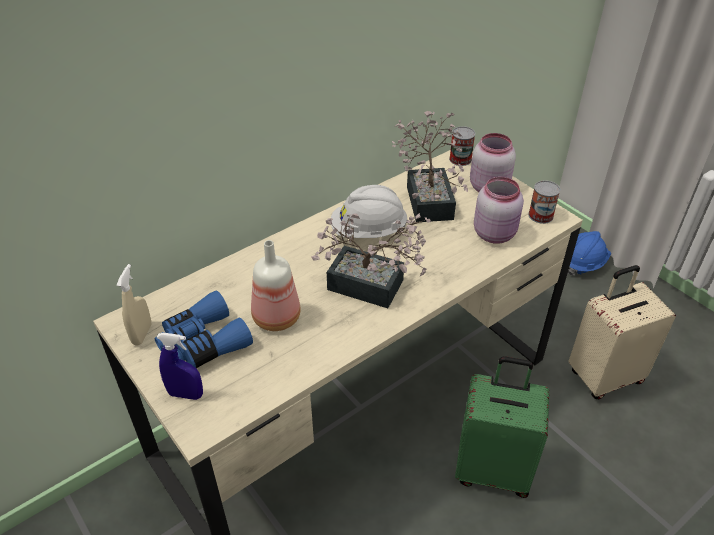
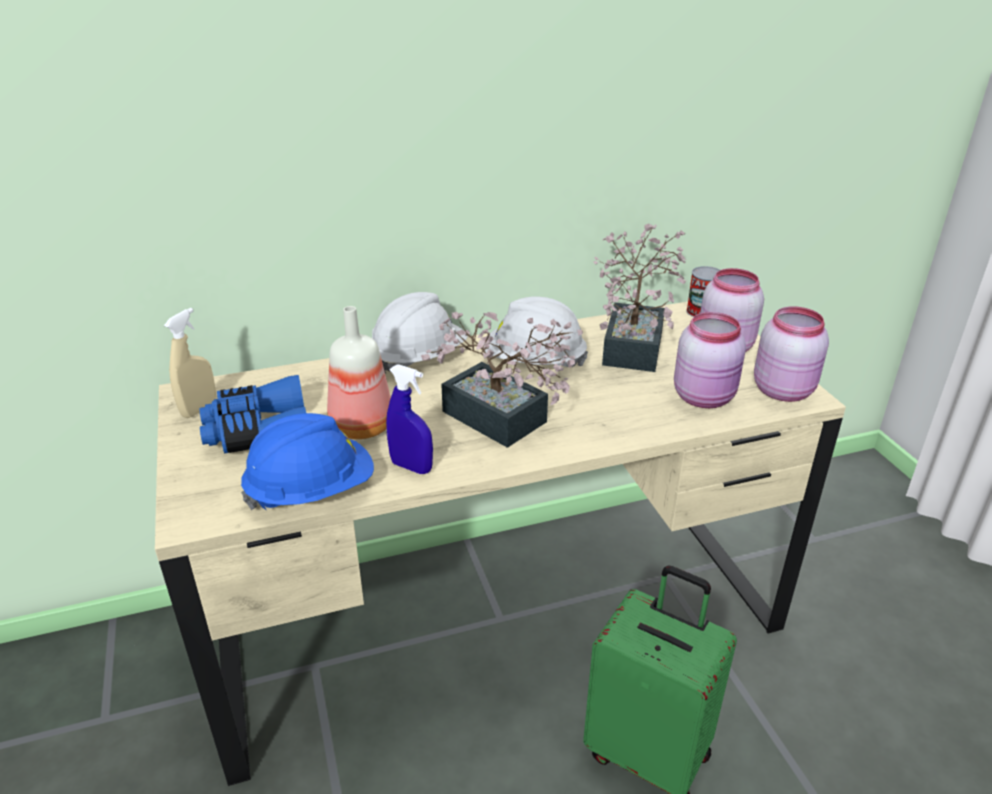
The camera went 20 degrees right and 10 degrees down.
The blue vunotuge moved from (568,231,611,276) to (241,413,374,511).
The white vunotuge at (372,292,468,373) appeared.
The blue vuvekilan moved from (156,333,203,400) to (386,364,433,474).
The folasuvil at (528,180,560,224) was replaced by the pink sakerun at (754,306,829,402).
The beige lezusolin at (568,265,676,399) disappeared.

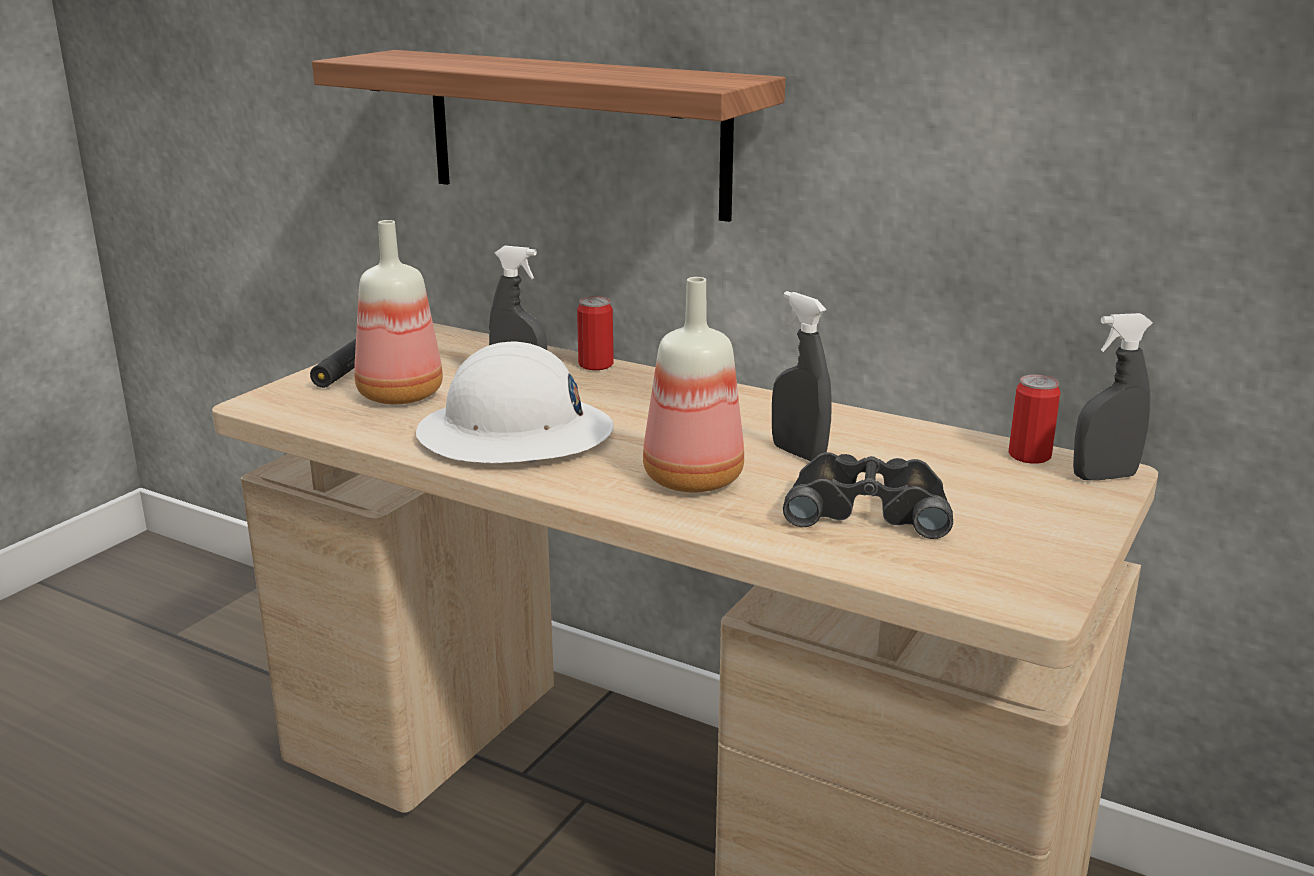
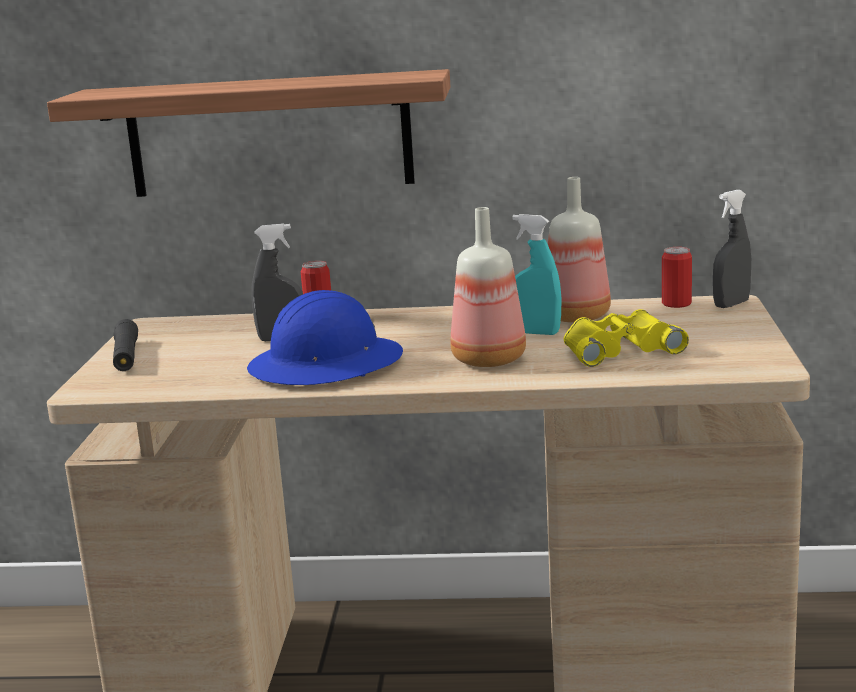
The camera went 25 degrees left and 5 degrees down.
The white vunotuge at (416,342,614,463) became the blue vunotuge at (247,290,403,385).
The grey vuvekilan at (772,291,832,461) became the turquoise vuvekilan at (512,214,561,335).
The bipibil moved from (354,220,443,404) to (548,177,611,323).
The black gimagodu at (783,452,953,539) became the yellow gimagodu at (564,309,689,367).

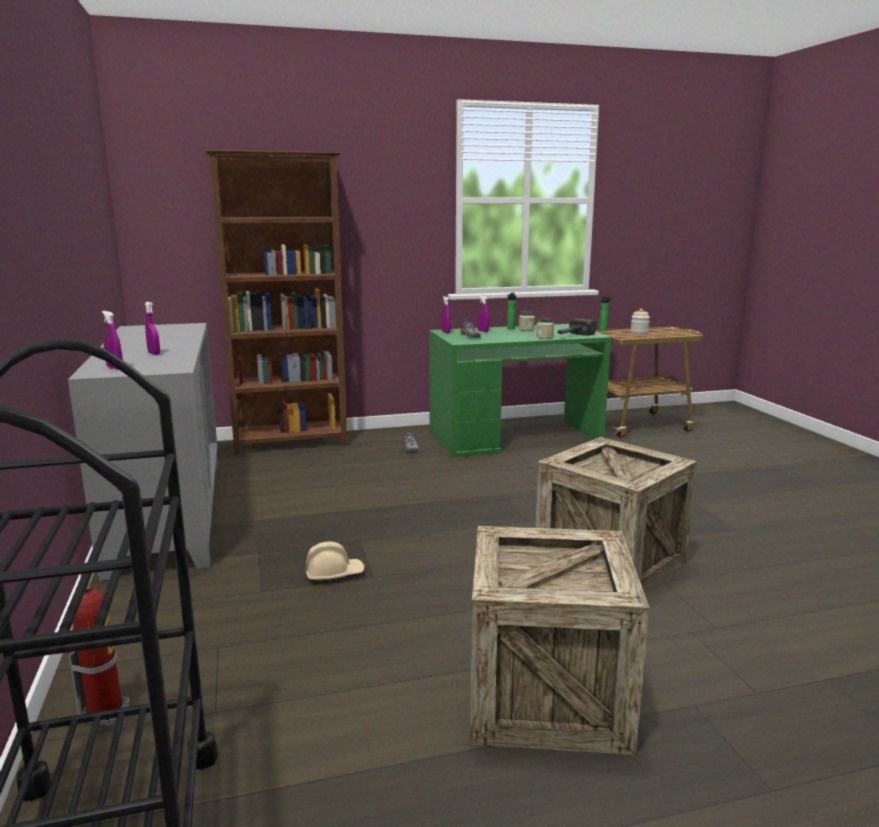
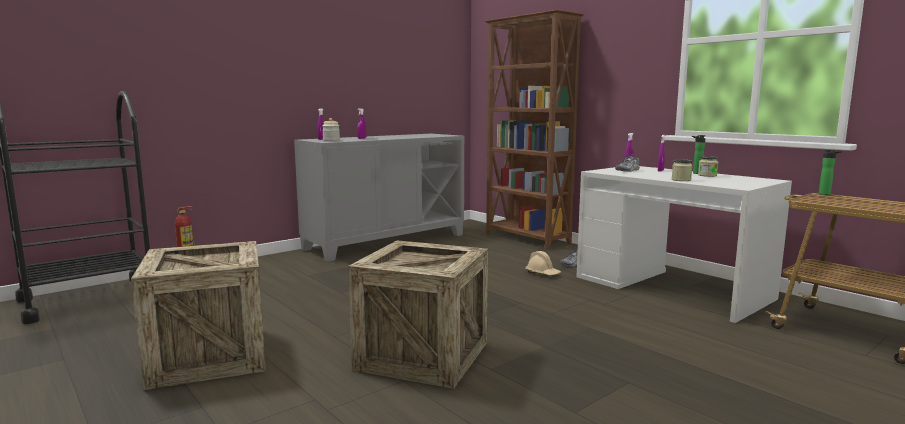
The camera went 65 degrees right and 5 degrees down.
The sakerun moved from (630,309,650,334) to (322,118,340,142).
The beige vunotuge moved from (306,542,364,583) to (525,251,561,275).
The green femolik at (429,324,611,458) became the white femolik at (576,166,792,323).
The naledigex at (557,318,596,336) disappeared.

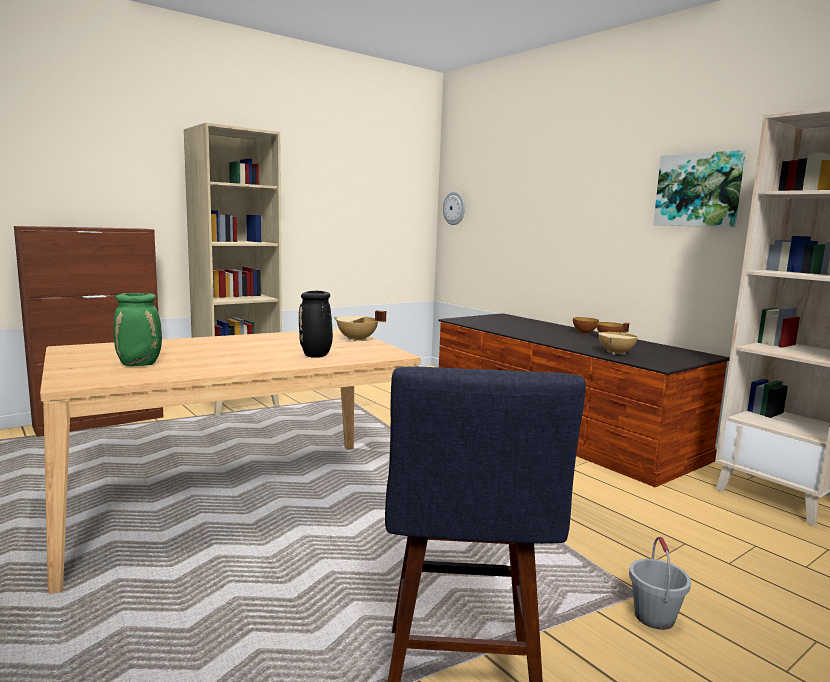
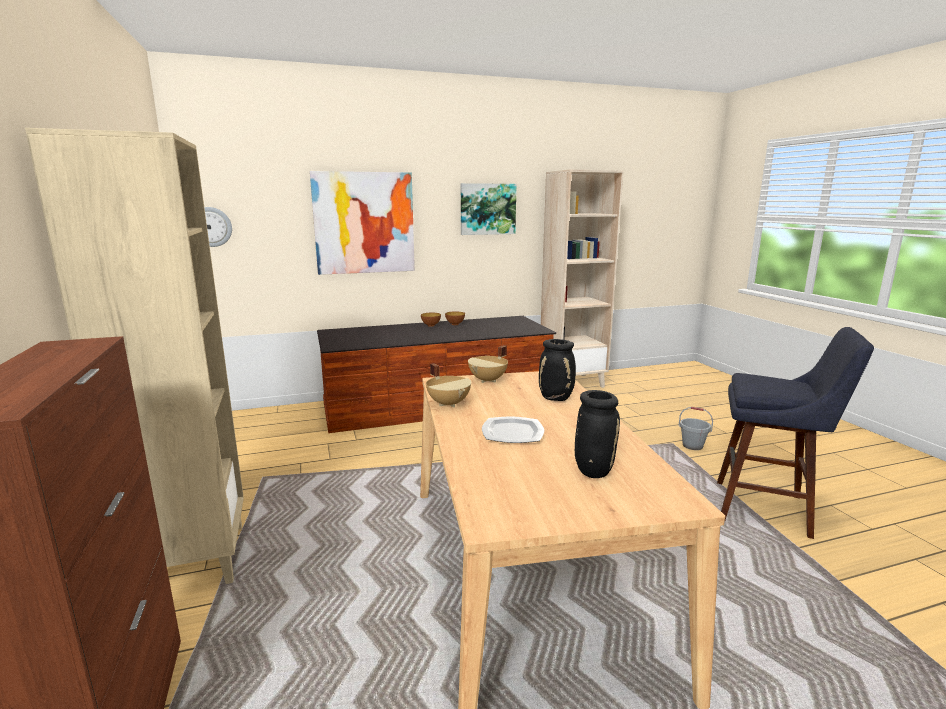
The camera went 70 degrees left and 5 degrees up.
The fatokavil at (310,171,415,275) appeared.
The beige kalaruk moved from (598,323,638,355) to (426,363,471,407).
The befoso at (482,417,544,443) appeared.
The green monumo at (114,293,162,366) became the black monumo at (575,390,620,478).

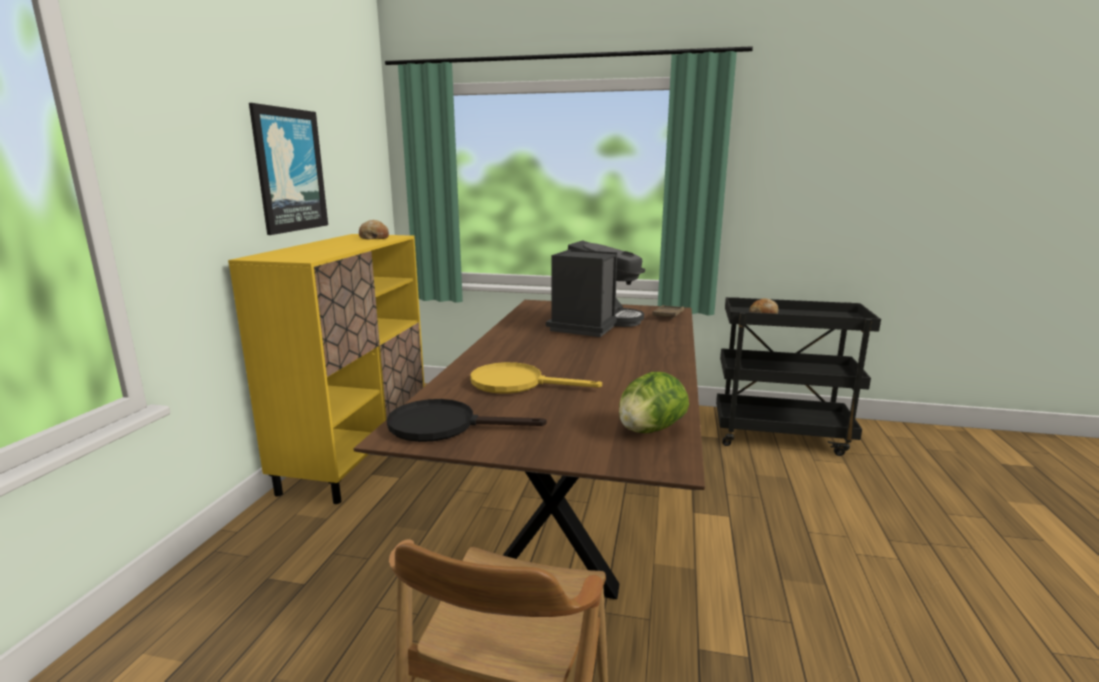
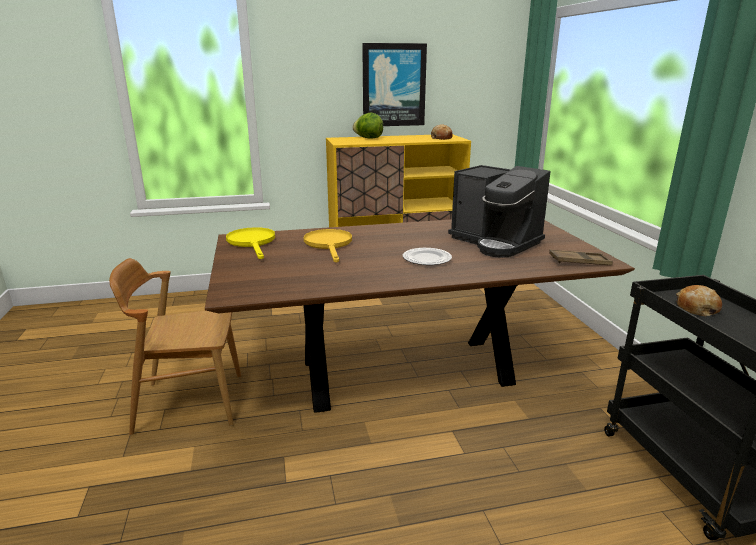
The camera went 65 degrees right and 5 degrees up.
The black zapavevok at (387,399,546,442) became the yellow zapavevok at (226,227,275,259).
The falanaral moved from (619,372,689,433) to (353,113,383,139).
The befoso at (403,248,452,265) appeared.
The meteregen at (546,240,645,337) turned 45 degrees clockwise.

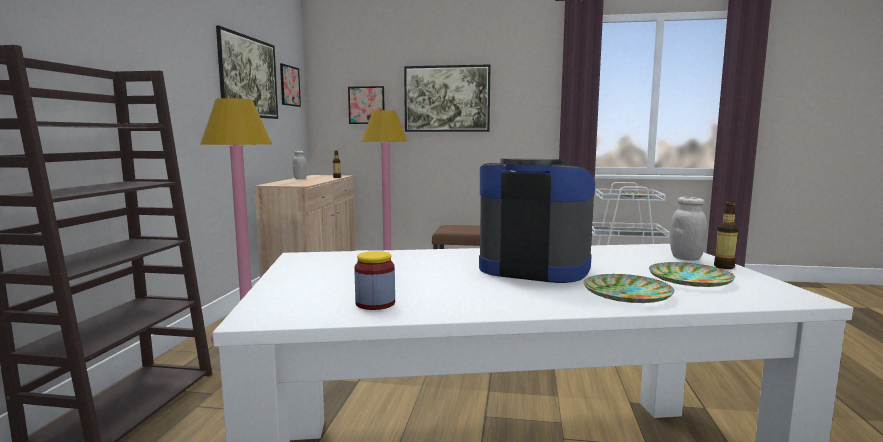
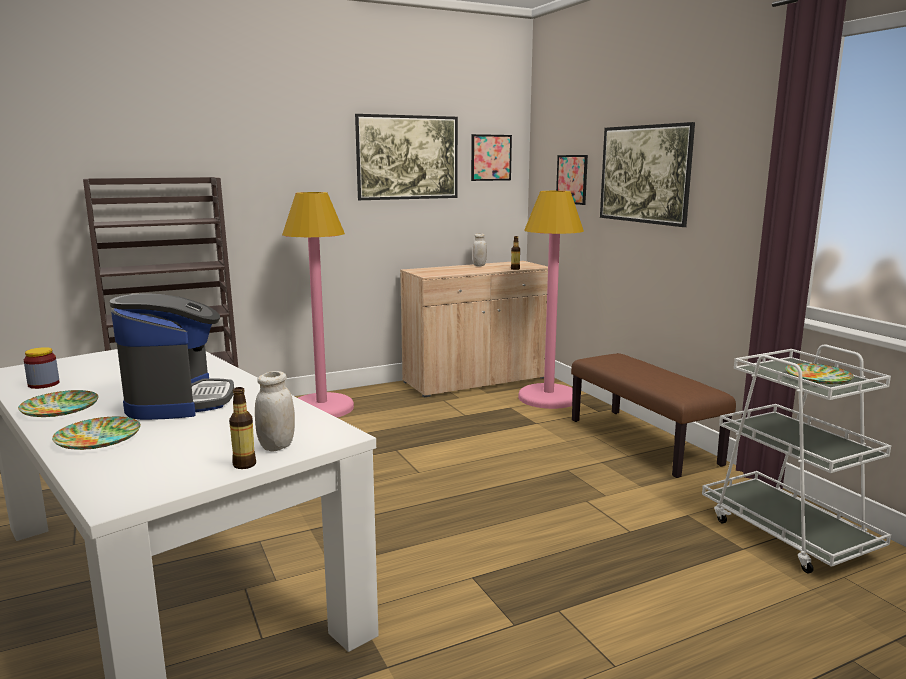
The camera went 55 degrees right and 5 degrees up.
The befoso moved from (649,262,735,287) to (18,390,99,417).

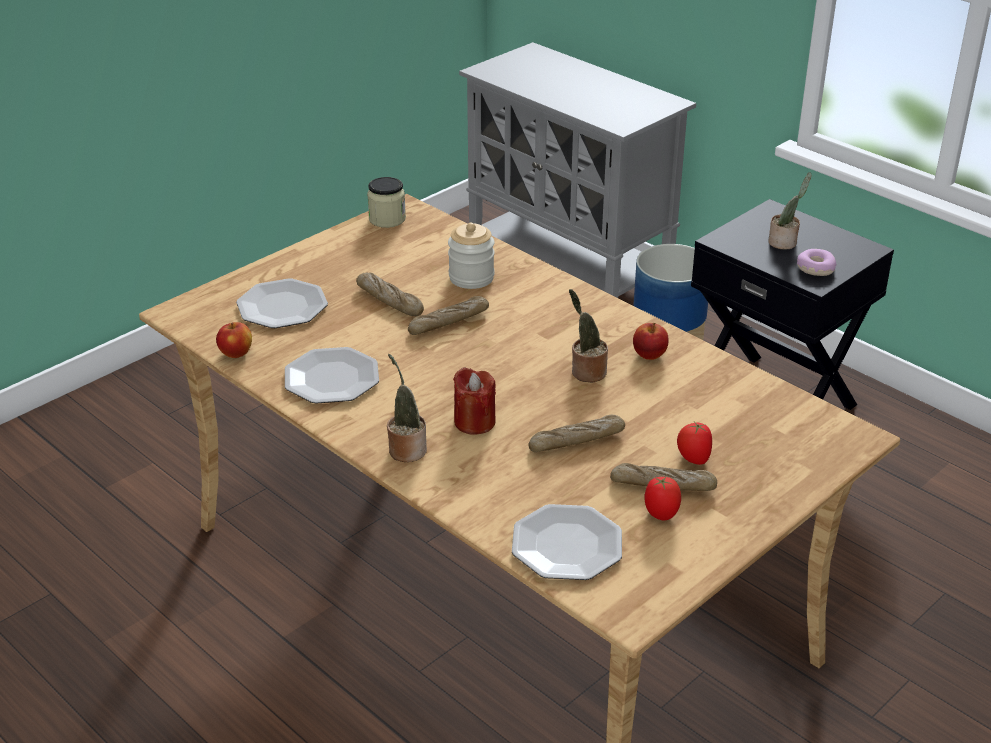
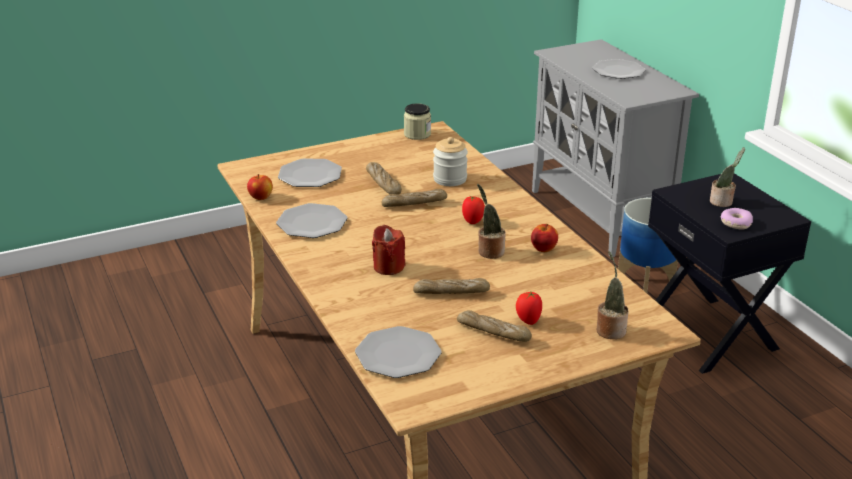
The camera went 20 degrees right and 5 degrees down.
The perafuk moved from (644,477,681,520) to (462,196,485,224).
The befoso at (592,59,646,79) appeared.
The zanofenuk moved from (387,354,427,462) to (596,251,629,339).

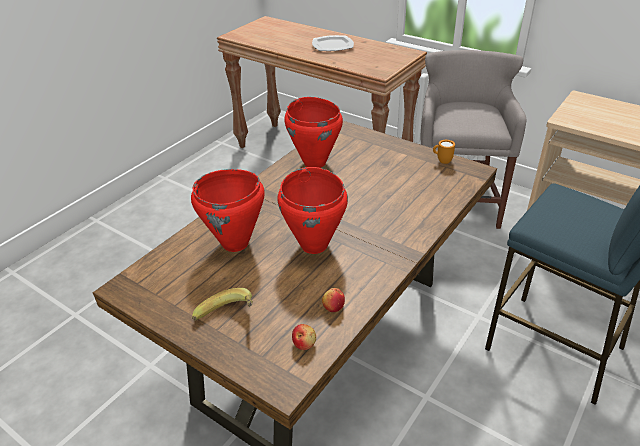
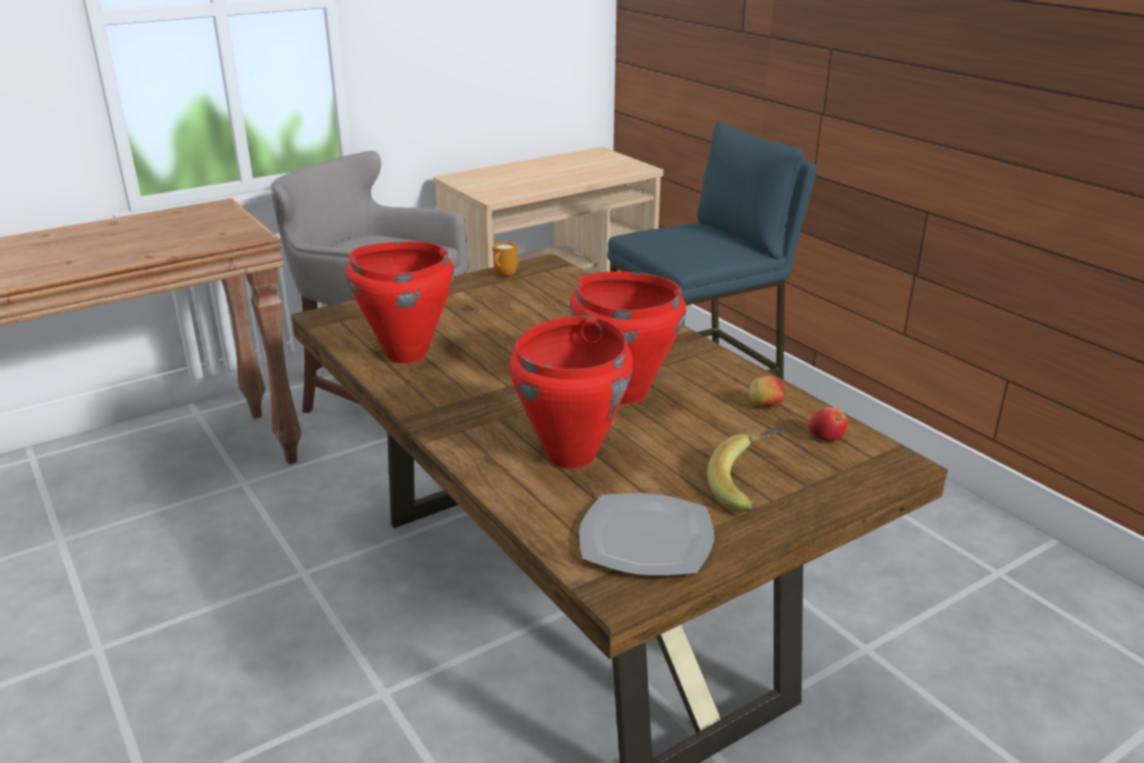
The camera went 70 degrees left and 10 degrees down.
The befoso moved from (312,35,354,51) to (579,493,714,576).

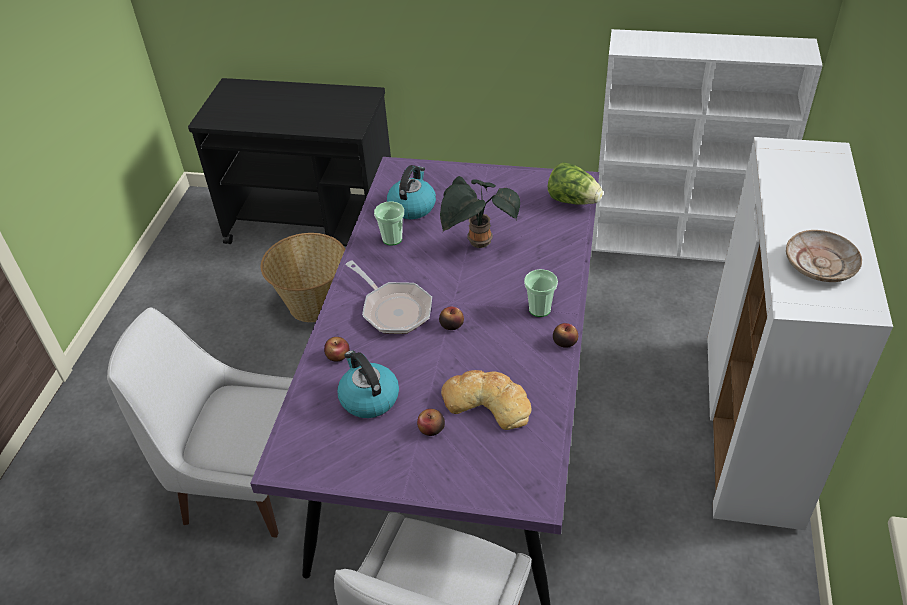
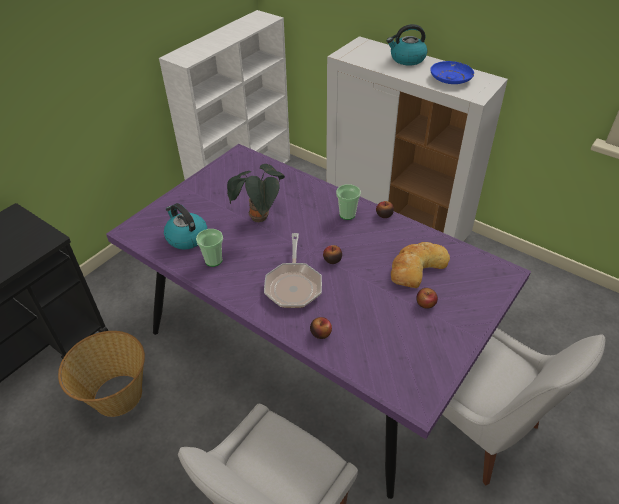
The camera went 65 degrees left and 0 degrees up.
The zapavevok at (345,260,432,334) turned 105 degrees clockwise.
The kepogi moved from (337,350,399,418) to (387,24,427,65).
The beige befoso at (786,230,862,282) became the blue befoso at (430,61,474,84).
The falanaral at (548,162,603,205) disappeared.

